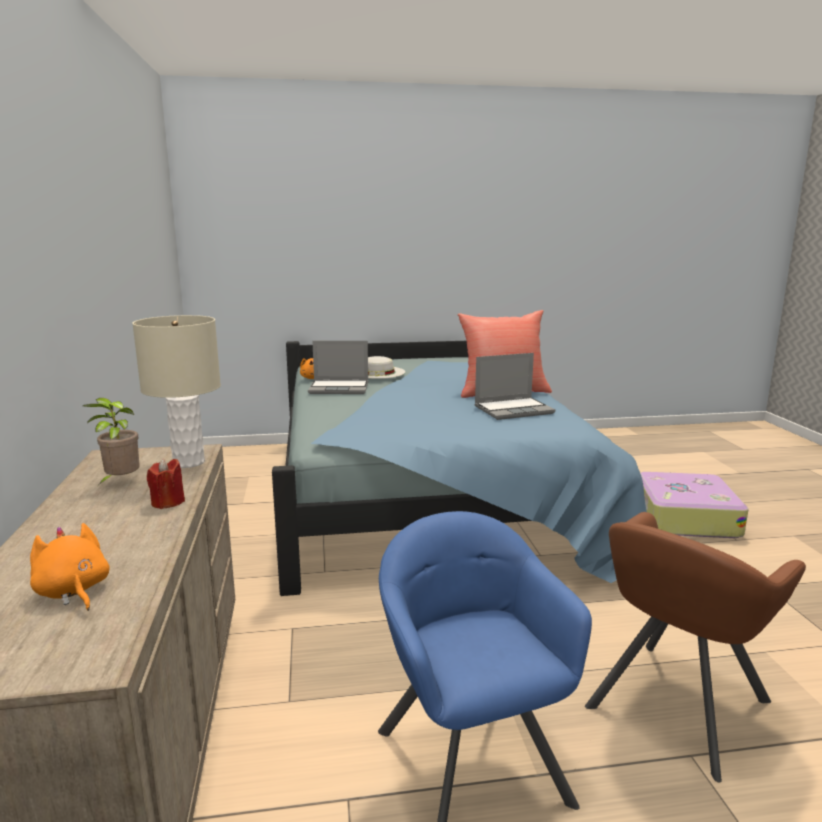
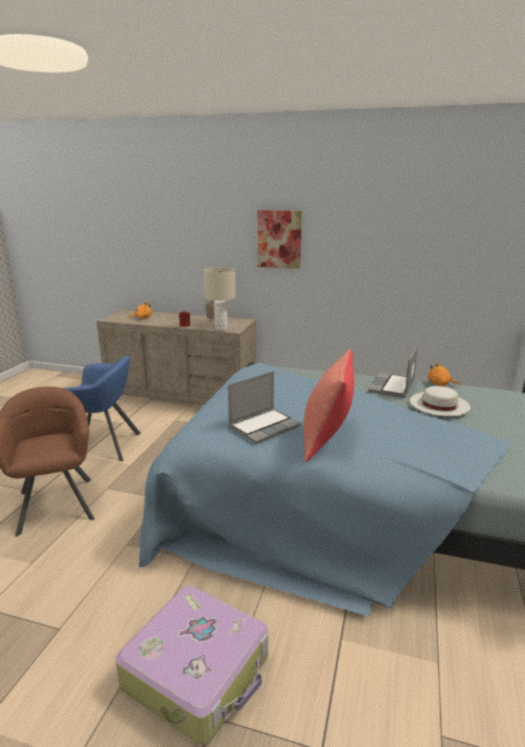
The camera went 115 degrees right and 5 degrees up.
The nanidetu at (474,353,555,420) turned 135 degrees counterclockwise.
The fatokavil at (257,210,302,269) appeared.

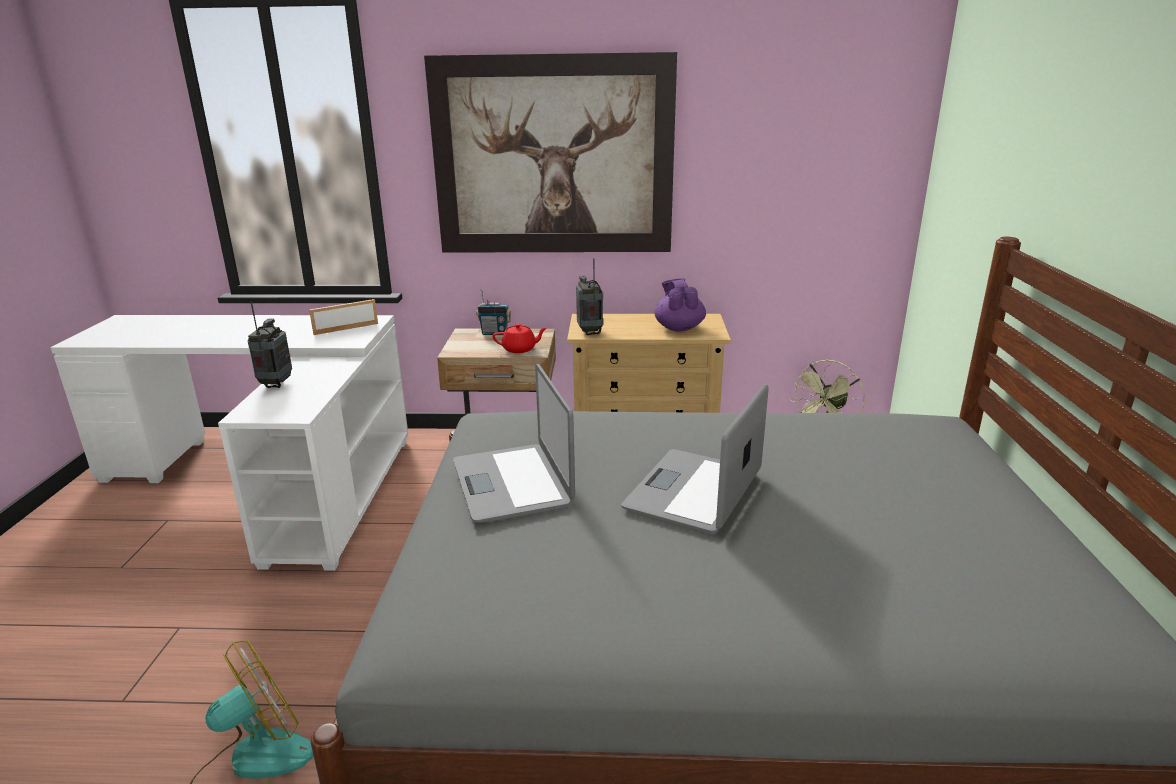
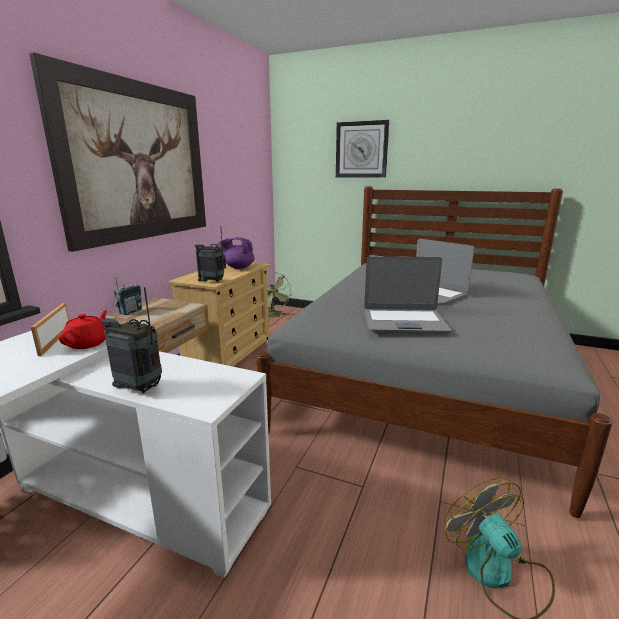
The camera went 70 degrees left and 5 degrees down.
The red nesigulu moved from (492,324,547,353) to (58,310,108,349).
The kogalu at (336,120,389,178) appeared.

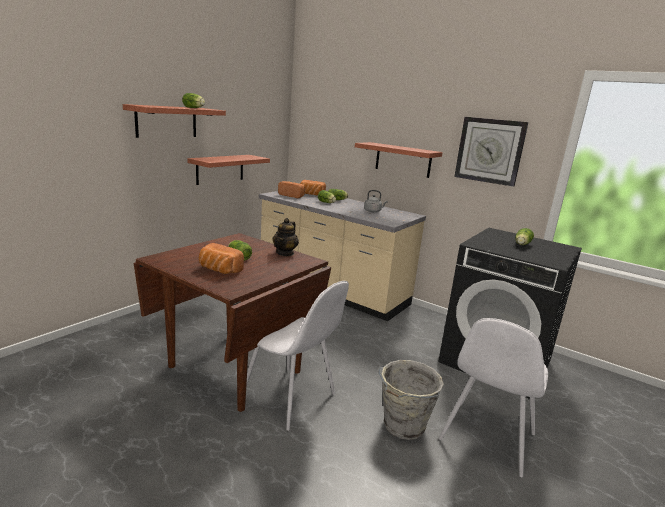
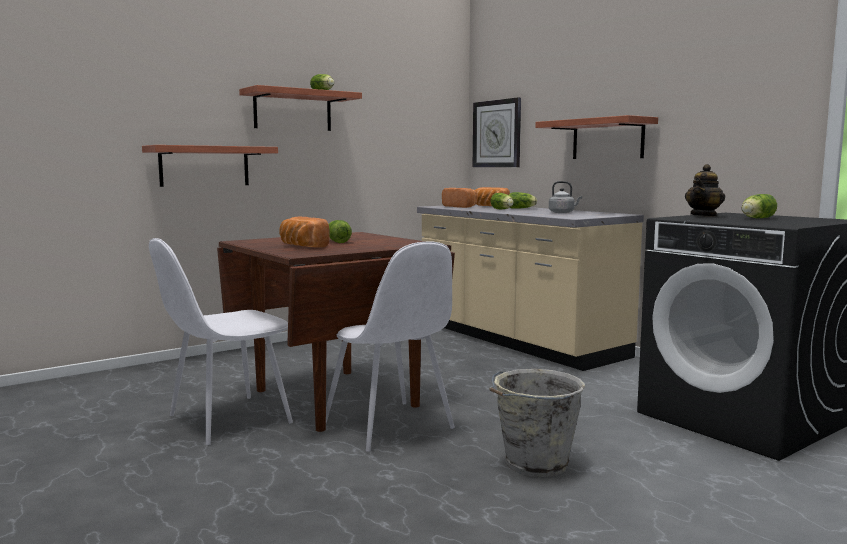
The camera went 20 degrees right and 10 degrees down.
The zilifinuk moved from (187,155,270,185) to (142,145,278,187).
The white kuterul moved from (439,318,548,477) to (149,238,293,445).
The kogalu moved from (454,117,528,187) to (473,98,521,167).
The nesigulu moved from (273,218,299,256) to (685,164,725,217).

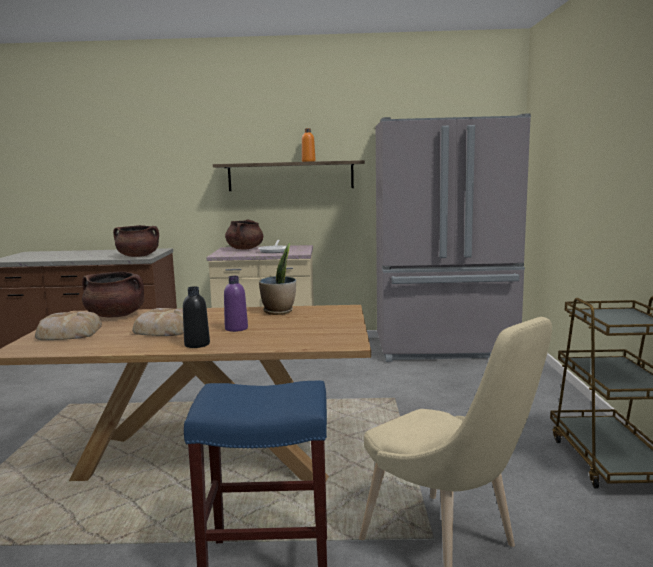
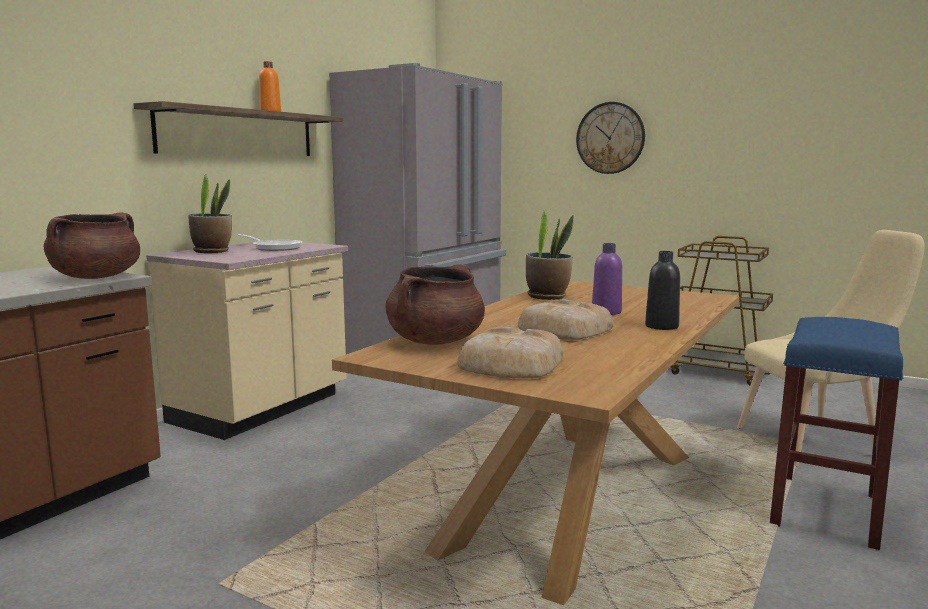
The camera went 60 degrees left and 0 degrees up.
The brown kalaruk at (225,220,263,249) was replaced by the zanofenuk at (189,174,232,253).
The kogalu at (576,102,645,174) appeared.

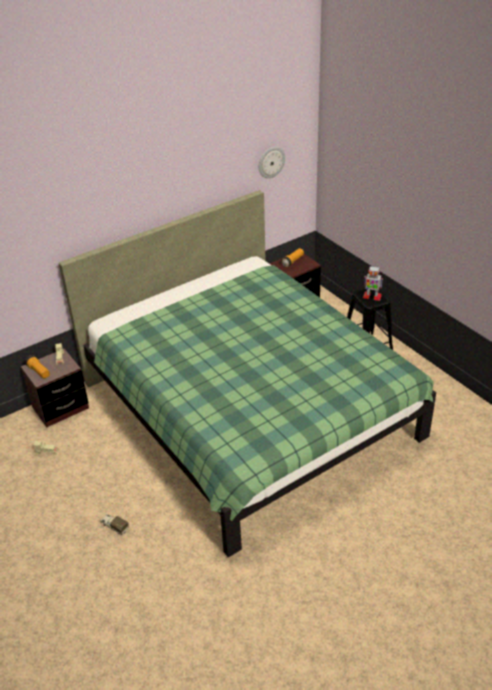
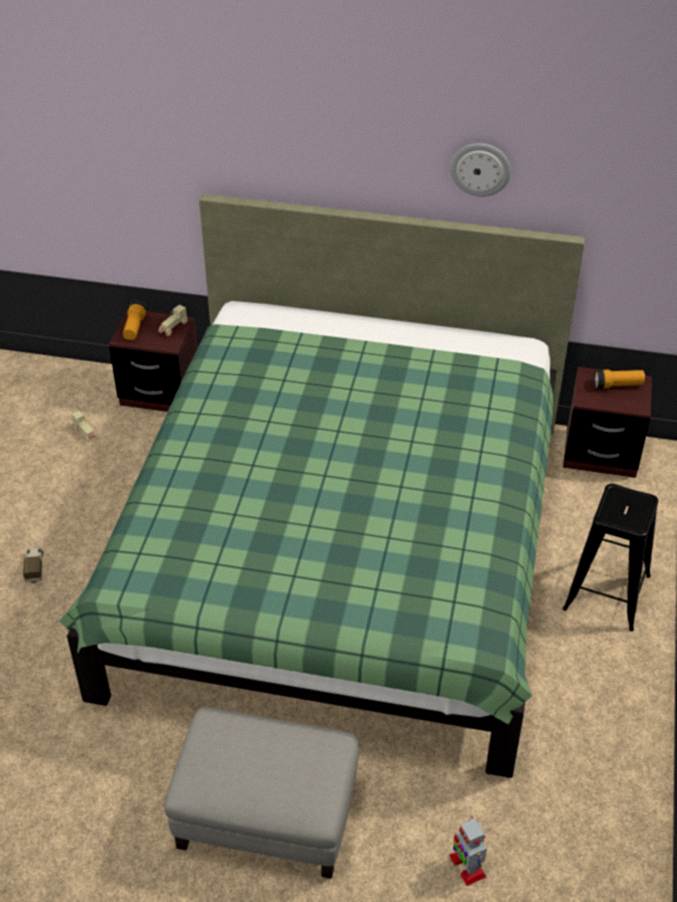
The camera went 45 degrees right and 5 degrees up.
The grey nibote at (164,707,360,879) appeared.
The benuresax moved from (363,266,383,301) to (449,816,487,886).
The kogalu moved from (259,147,285,178) to (450,143,511,197).

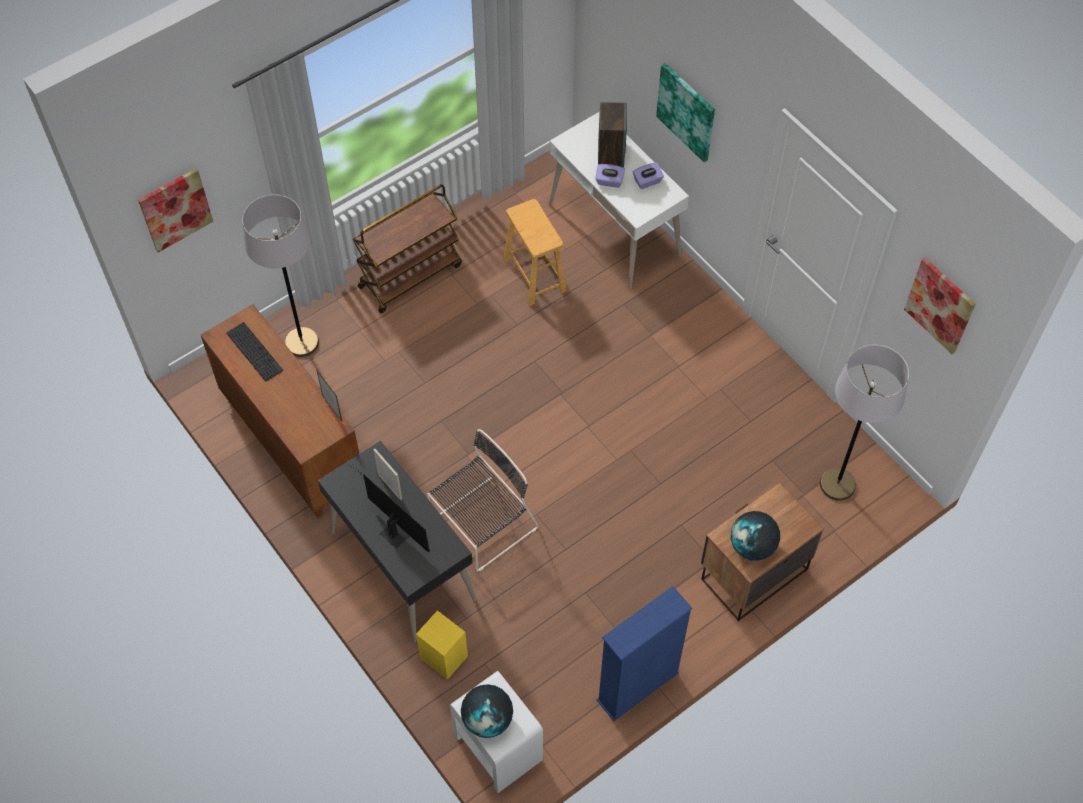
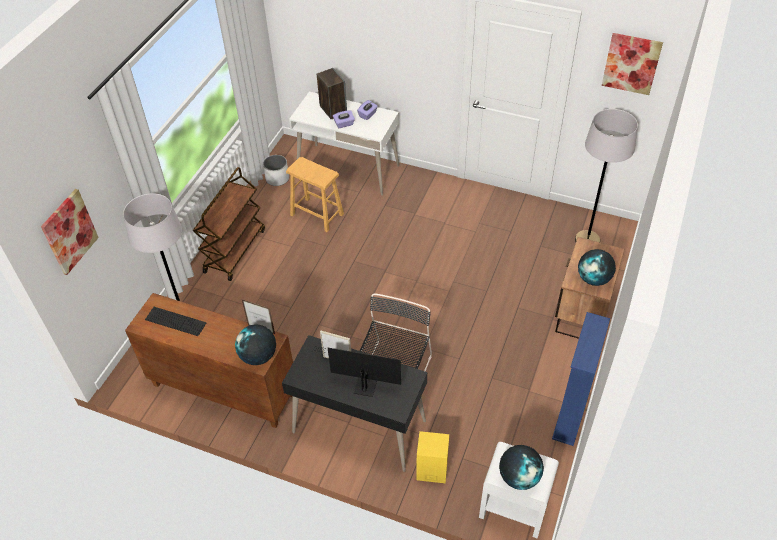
The camera went 30 degrees left and 10 degrees down.
The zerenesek at (235,324,276,365) appeared.
The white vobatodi at (263,155,289,186) appeared.
The fatokavil at (656,63,715,162) disappeared.

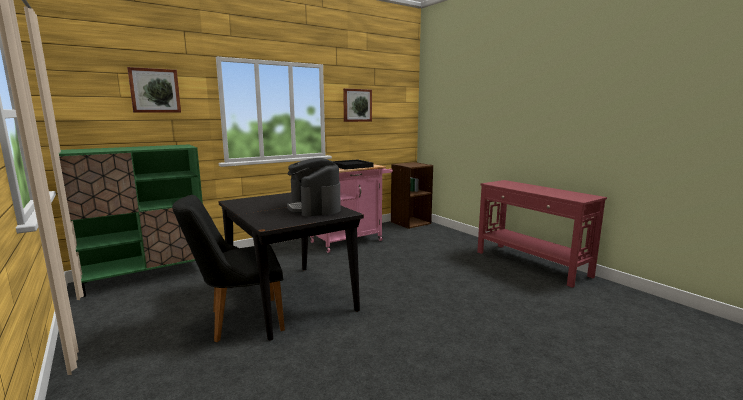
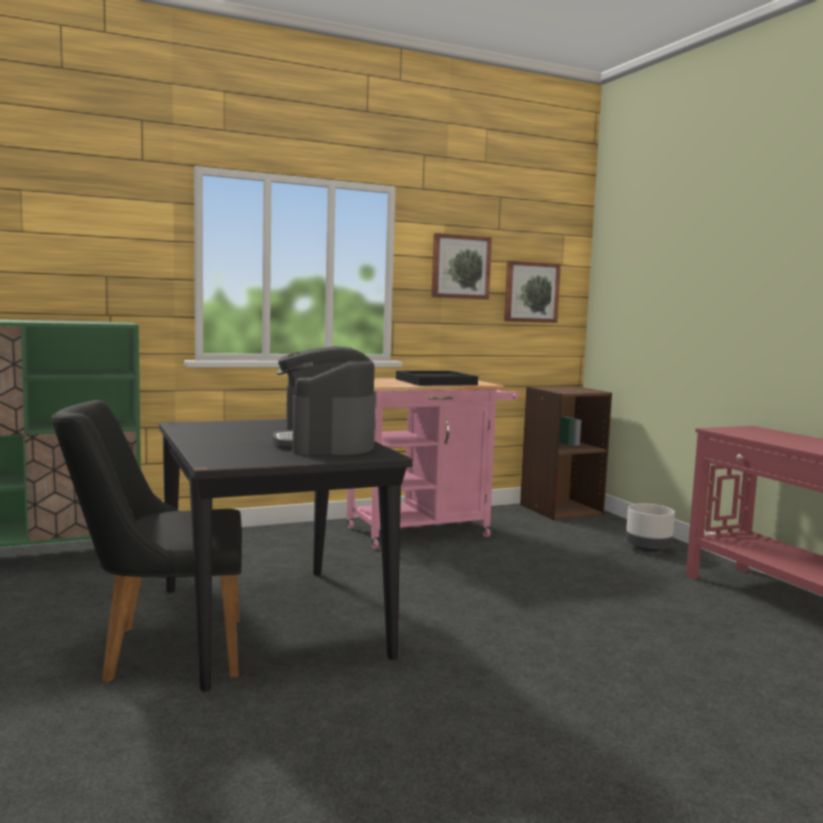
The camera went 10 degrees right and 5 degrees down.
The fatokavil moved from (127,67,181,113) to (504,261,561,323).
The grey vobatodi at (626,504,675,552) appeared.

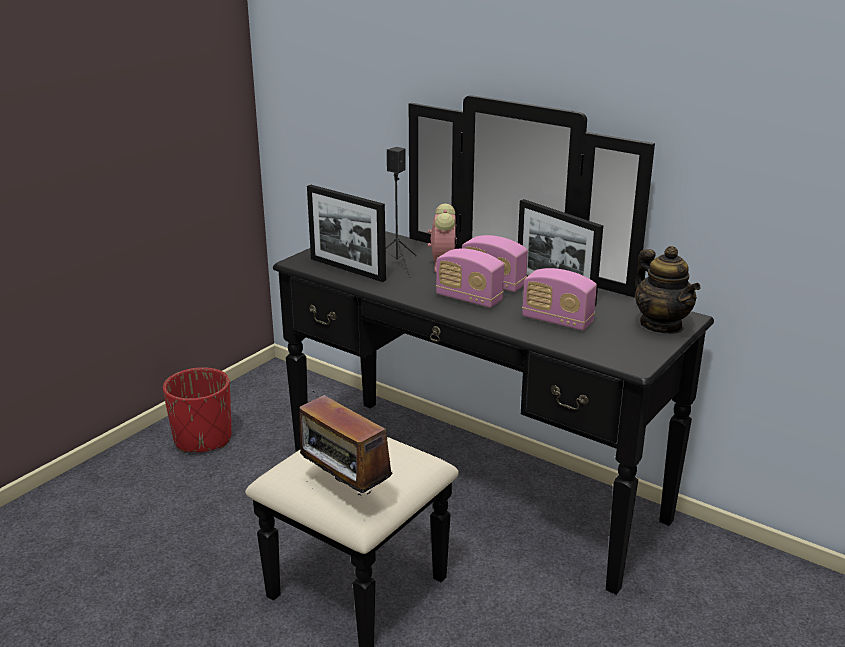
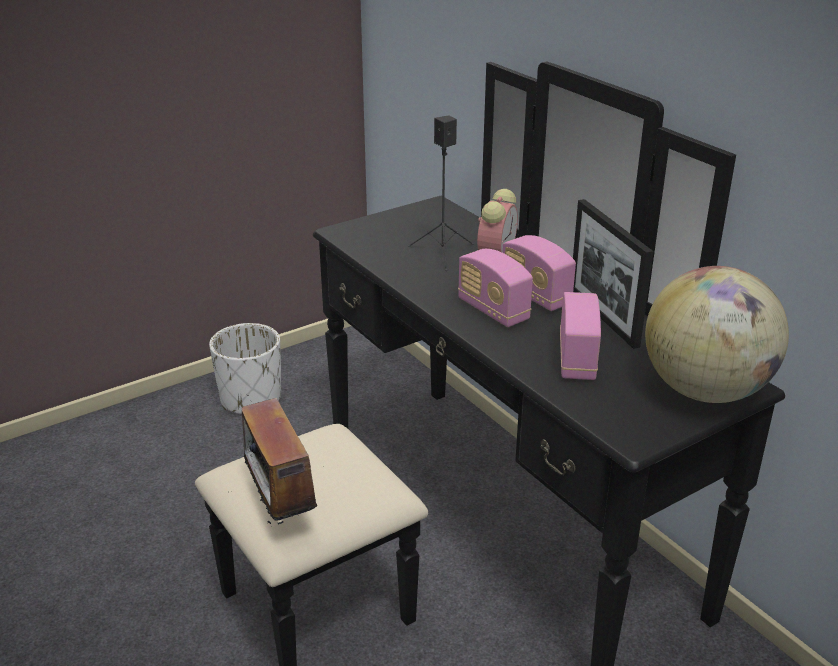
The camera went 20 degrees right and 5 degrees up.
The red vobatodi at (163,367,232,453) became the white vobatodi at (209,323,281,414).
The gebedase at (522,268,597,331) turned 135 degrees counterclockwise.
The nesigulu at (635,246,701,334) was replaced by the zerenesek at (645,266,789,403).
The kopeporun at (307,185,386,282) disappeared.

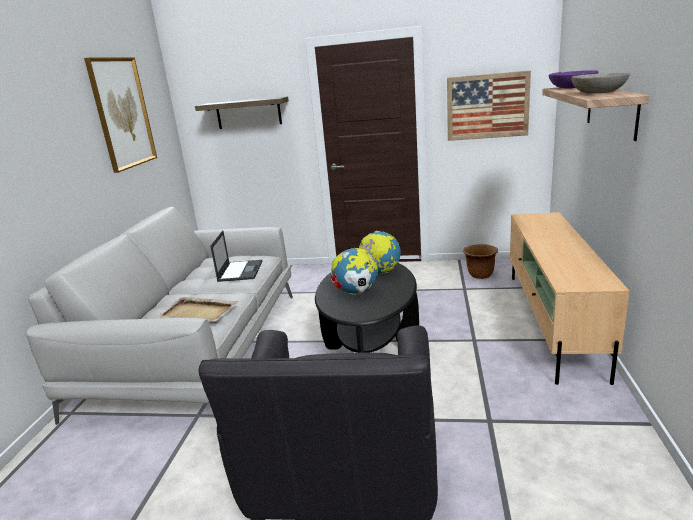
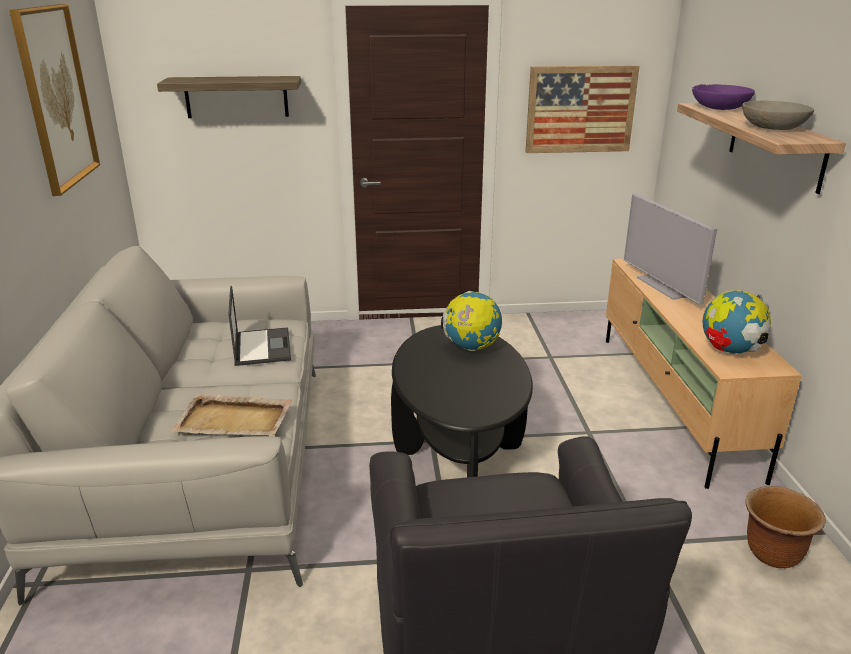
The camera went 15 degrees left and 5 degrees up.
The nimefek at (624,193,717,305) appeared.
The zerenesek moved from (331,248,378,295) to (703,290,771,354).
The brown vobatodi moved from (463,244,498,279) to (745,486,826,568).

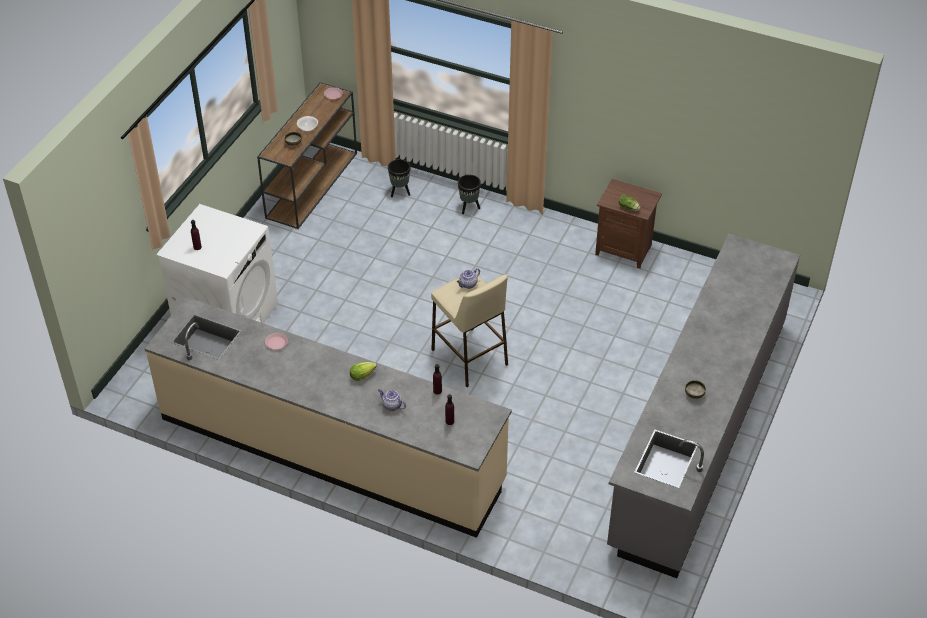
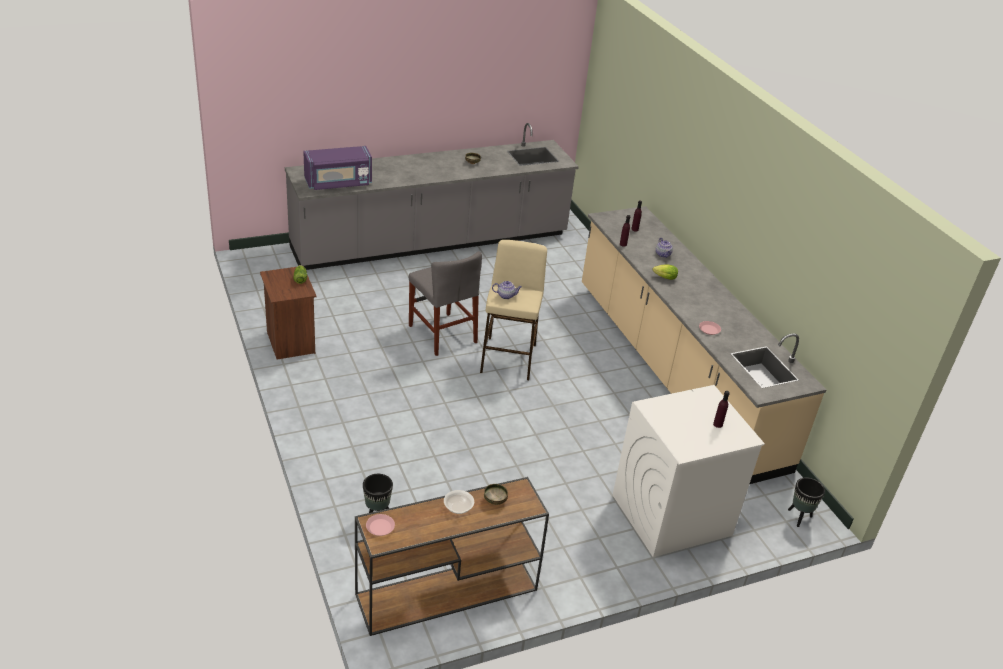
The camera went 140 degrees left and 10 degrees down.
The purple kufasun at (303,146,372,190) appeared.
The grey kuterul at (409,251,482,356) appeared.
The black vobatodi moved from (458,175,481,214) to (788,477,825,527).

